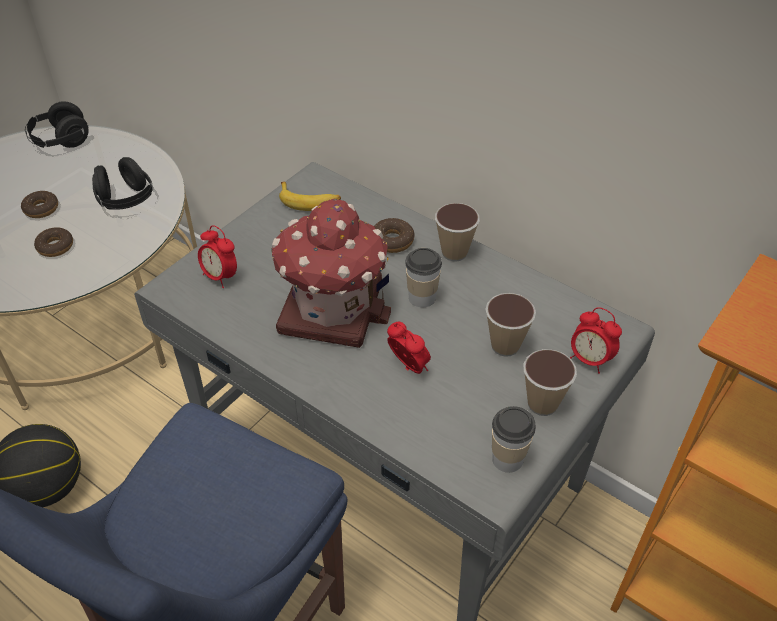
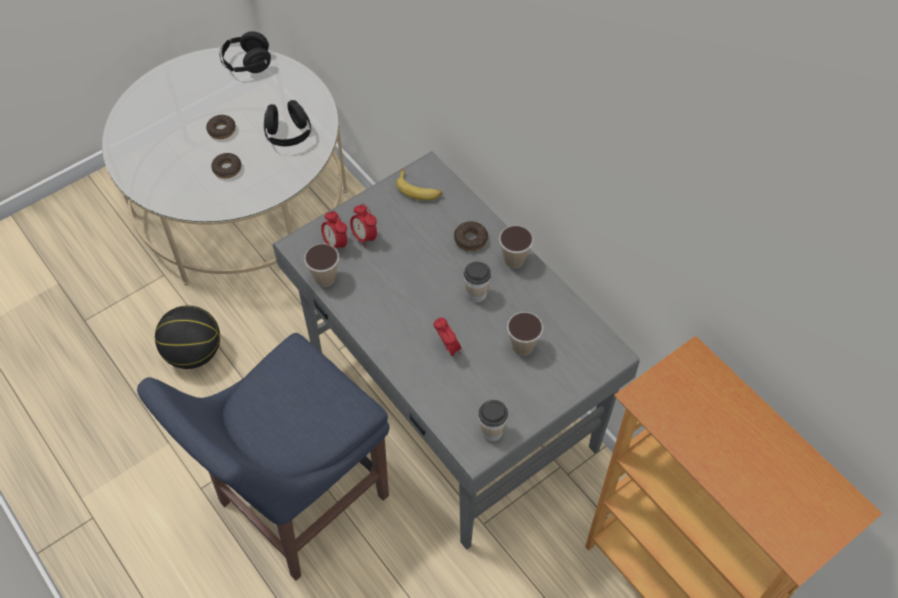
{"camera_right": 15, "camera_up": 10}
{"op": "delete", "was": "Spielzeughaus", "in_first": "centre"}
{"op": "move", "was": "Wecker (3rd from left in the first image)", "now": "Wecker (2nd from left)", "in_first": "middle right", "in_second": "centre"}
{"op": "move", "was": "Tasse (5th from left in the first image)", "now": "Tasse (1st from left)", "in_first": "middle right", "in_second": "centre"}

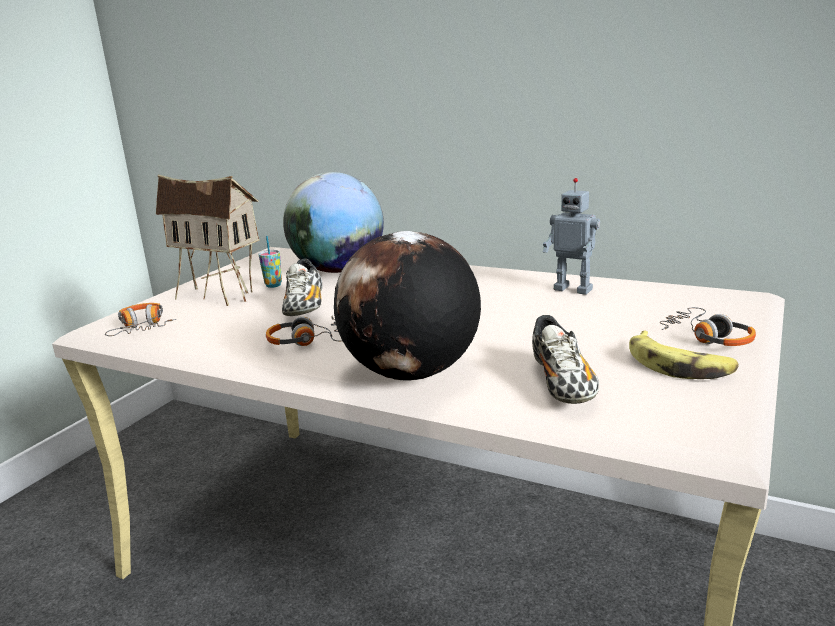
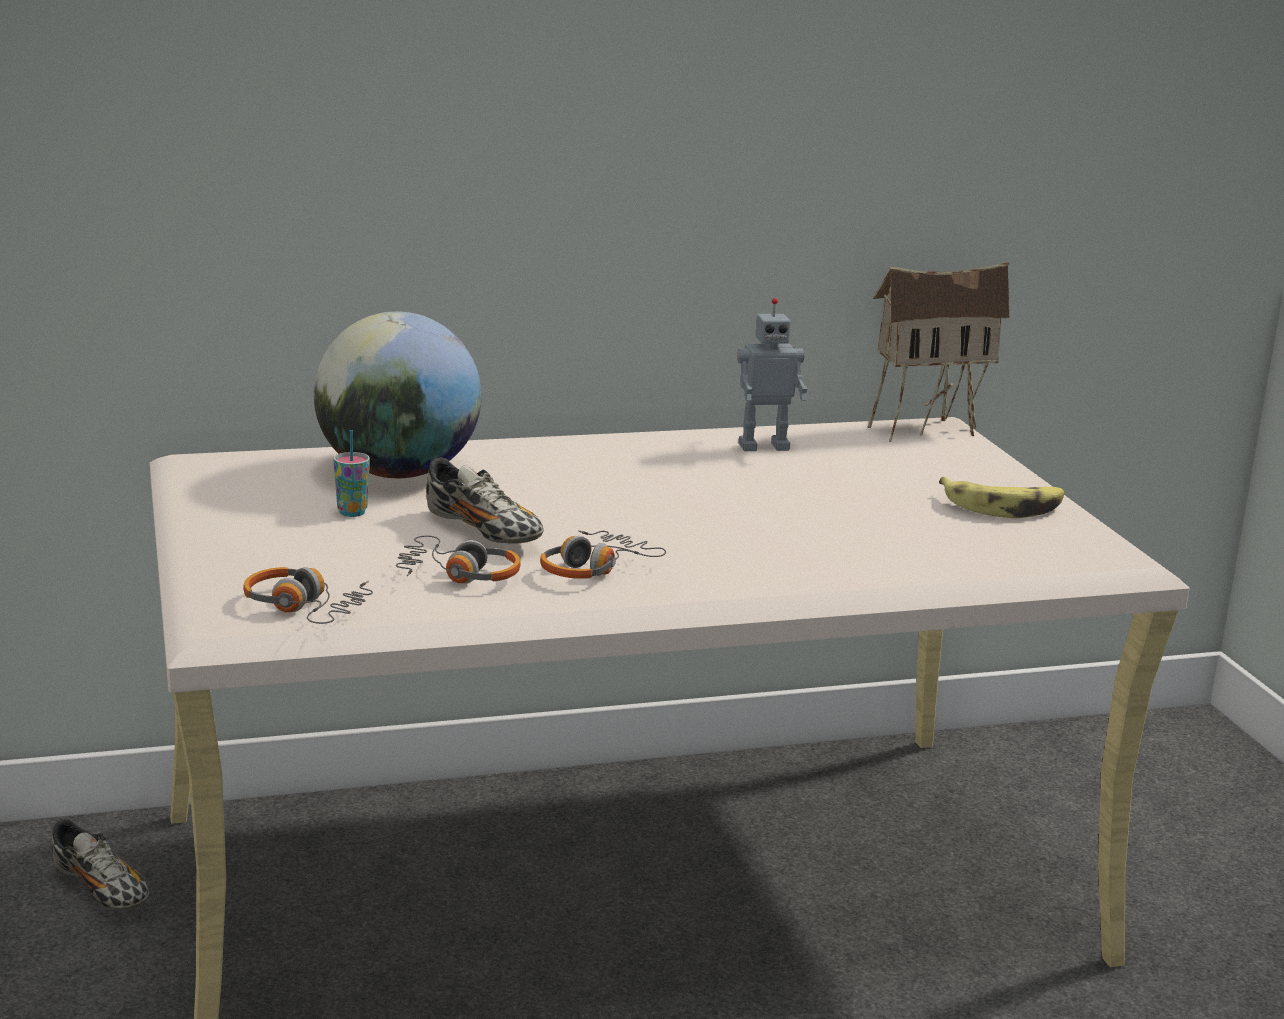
{"camera_right": -45, "camera_up": 0}
{"op": "move", "was": "Spielzeughaus", "in_first": "middle left", "in_second": "middle right"}
{"op": "delete", "was": "Globus (2nd from left)", "in_first": "centre"}
{"op": "move", "was": "Kopfhörer (3rd from left in the first image)", "now": "Kopfhörer (2nd from left)", "in_first": "middle right", "in_second": "centre"}
{"op": "move", "was": "Schuh (2nd from left in the first image)", "now": "Schuh (1st from left)", "in_first": "middle right", "in_second": "bottom left"}

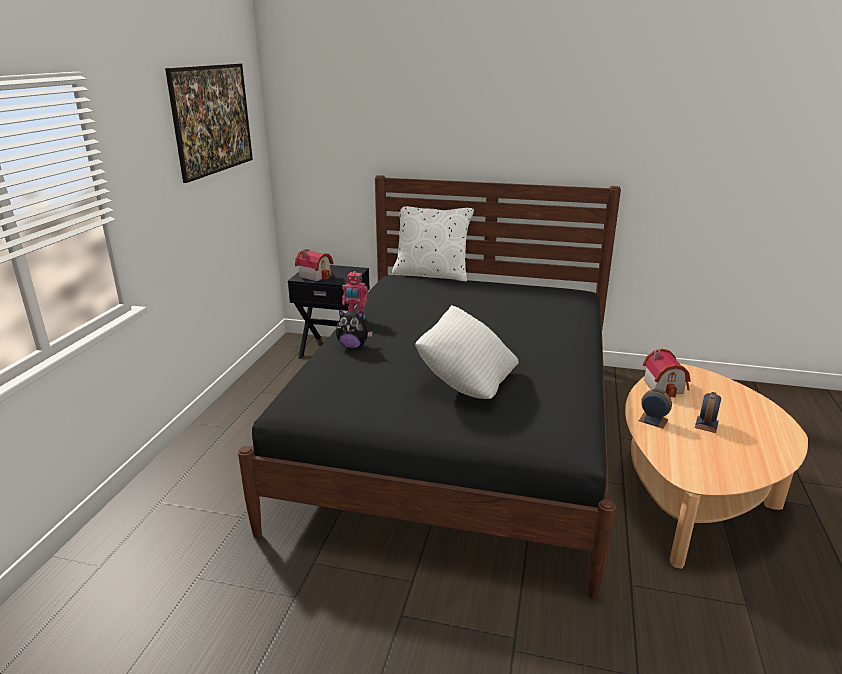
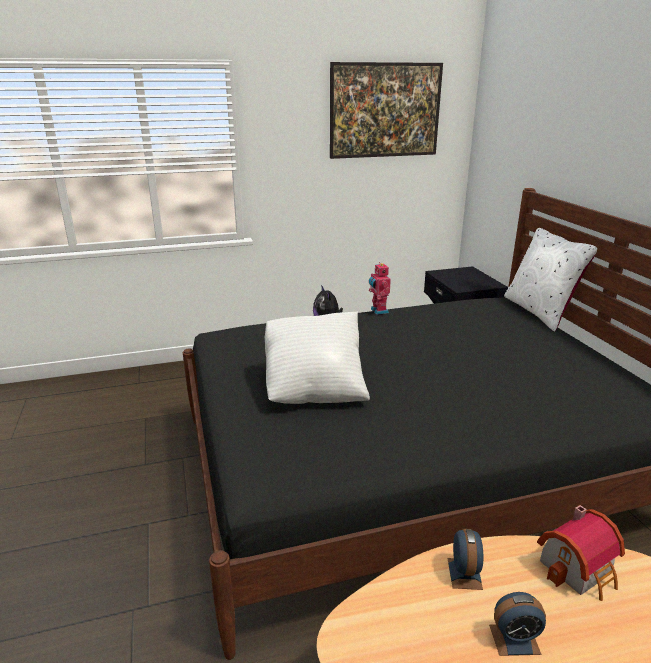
{"camera_right": 60, "camera_up": 0}
{"op": "delete", "was": "Spielzeughaus (1st from left)", "in_first": "centre"}

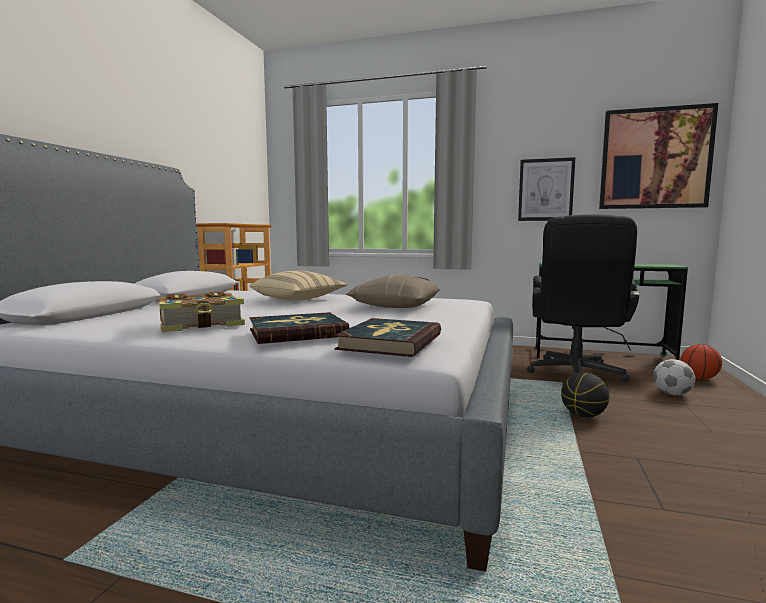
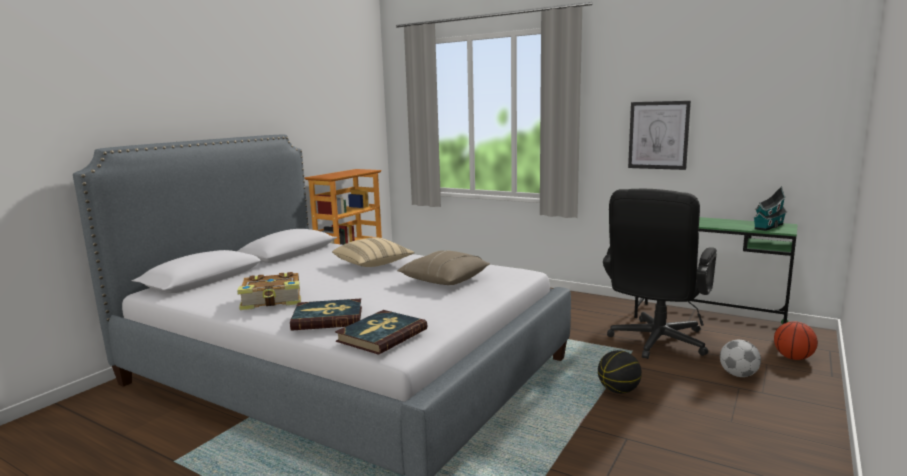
{"camera_right": 15, "camera_up": 5}
{"op": "delete", "was": "Bild (2nd from left)", "in_first": "top right"}
{"op": "insert", "now": "Spielzeughaus", "in_second": "middle right"}

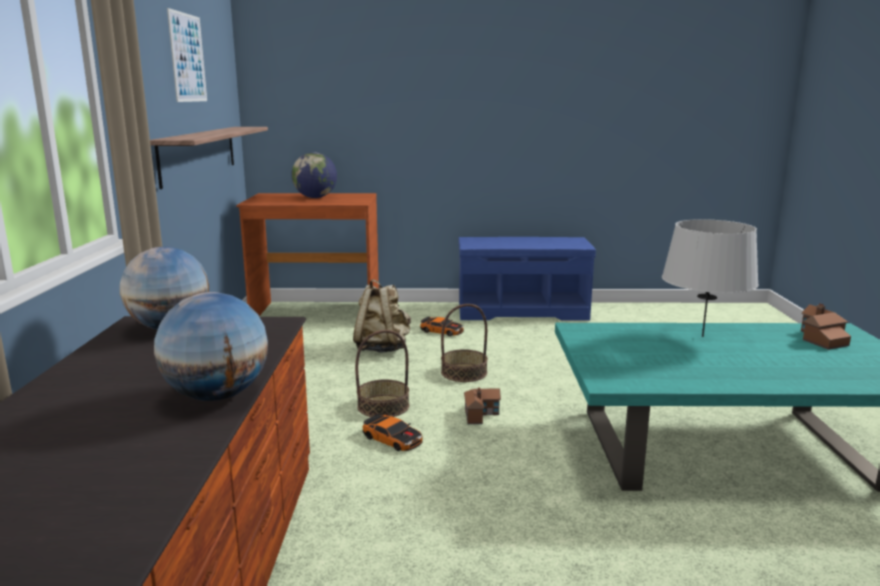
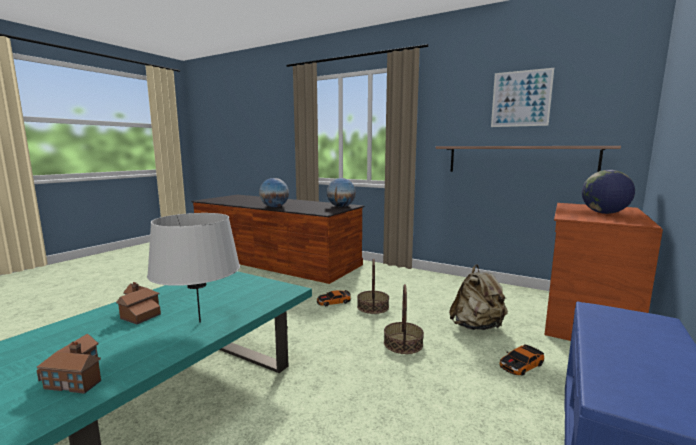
{"camera_right": 120, "camera_up": -5}
{"op": "move", "was": "Spielzeughaus (1st from left in the first image)", "now": "Spielzeughaus (2nd from left)", "in_first": "bottom centre", "in_second": "bottom left"}

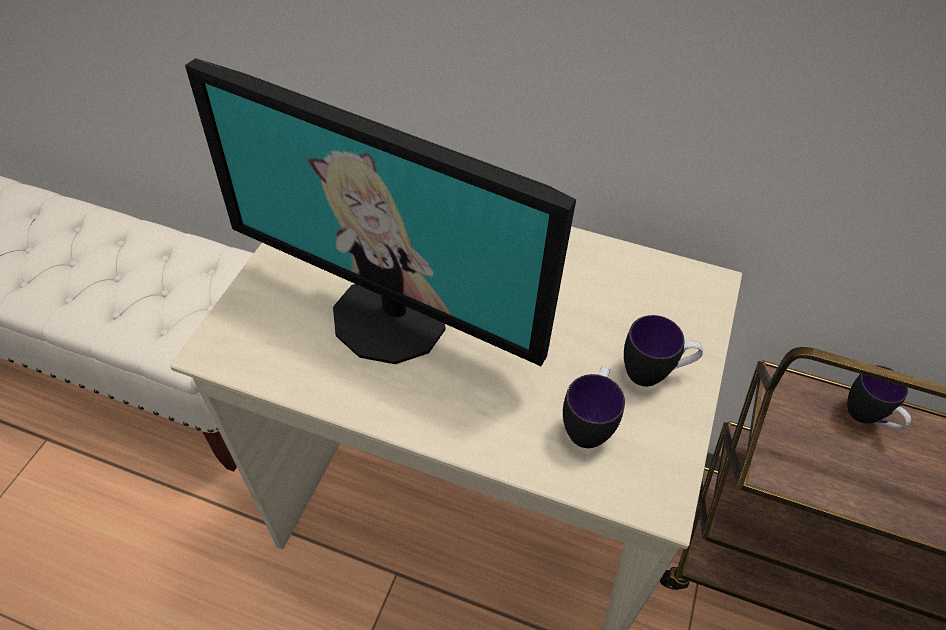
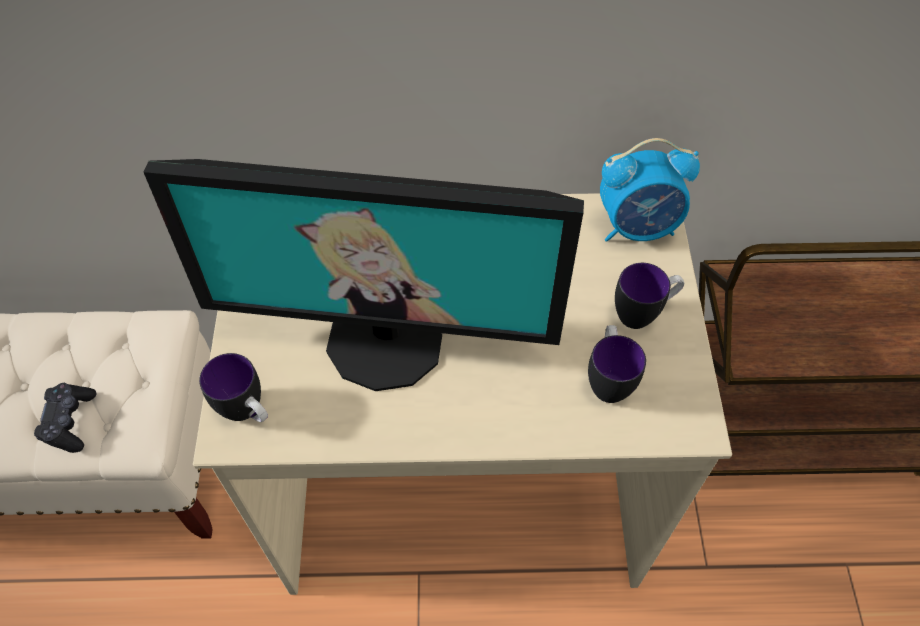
{"camera_right": -20, "camera_up": 5}
{"op": "move", "was": "Henkelbecher (3rd from left in the first image)", "now": "Henkelbecher (1st from left)", "in_first": "middle right", "in_second": "middle left"}
{"op": "insert", "now": "Wecker", "in_second": "top right"}
{"op": "insert", "now": "Gamepad [schwarz]", "in_second": "bottom left"}

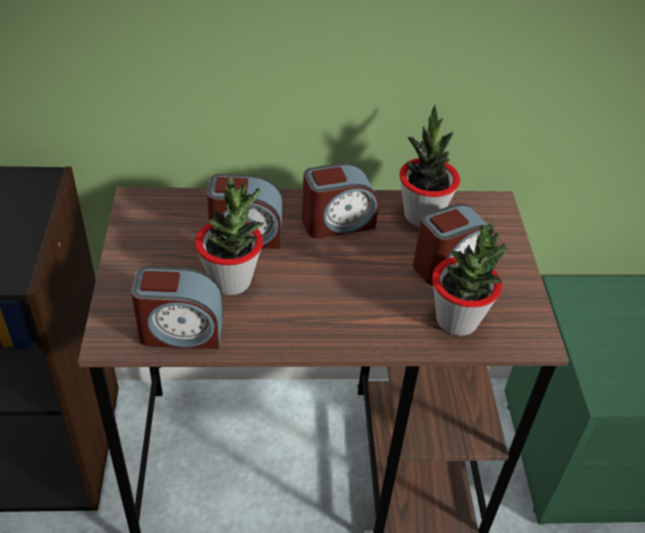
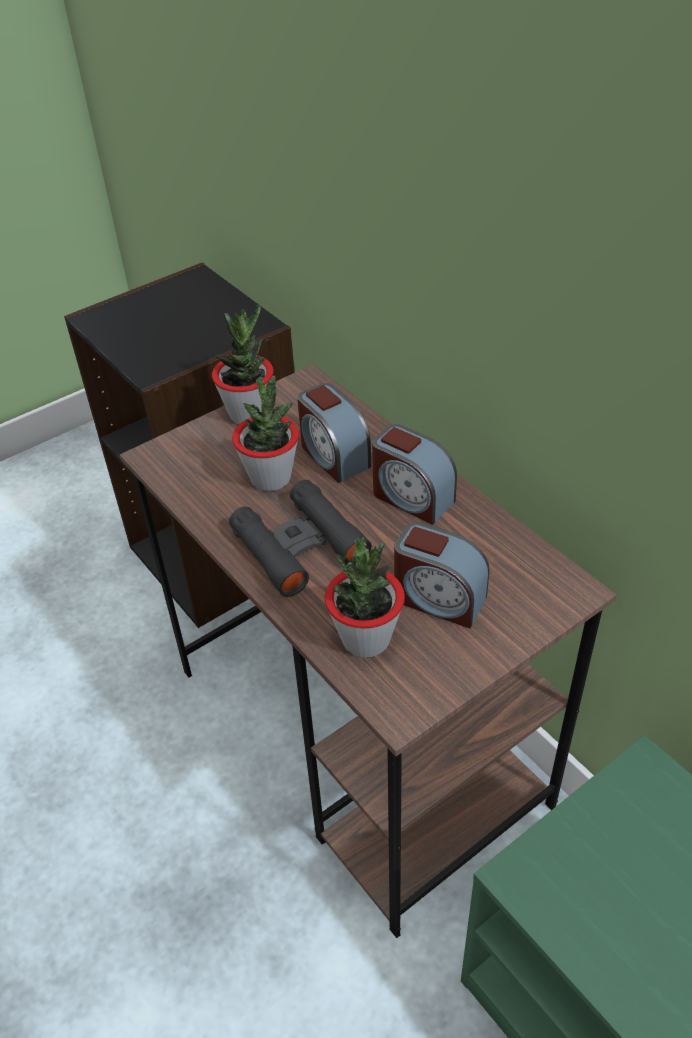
{"camera_right": 60, "camera_up": 0}
{"op": "move", "was": "Topfpflanze (2nd from left in the first image)", "now": "Topfpflanze (1st from left)", "in_first": "top centre", "in_second": "centre"}
{"op": "delete", "was": "Wecker (1st from left)", "in_first": "middle left"}
{"op": "insert", "now": "Fernglas [schwarz]", "in_second": "centre"}

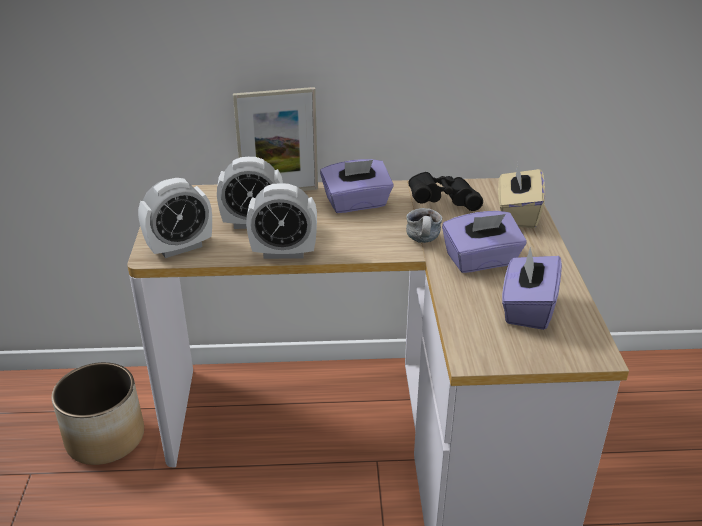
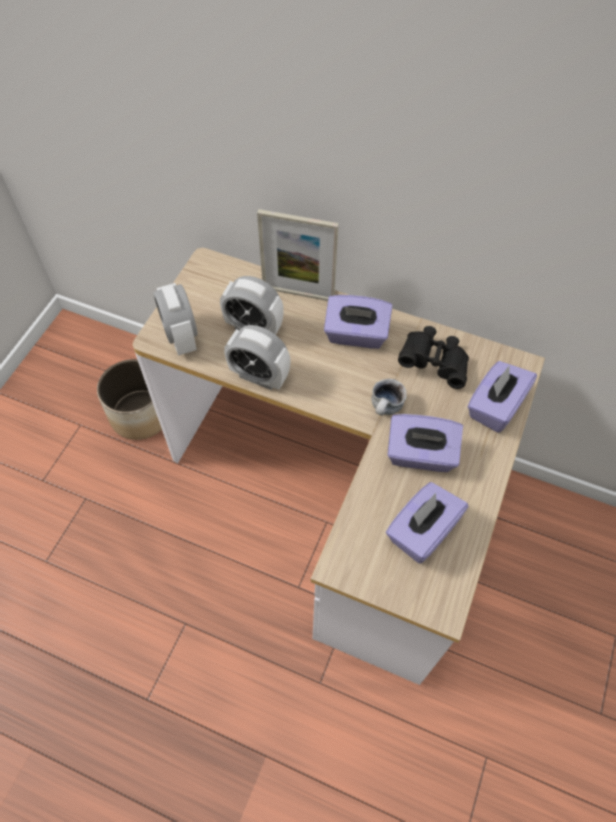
{"camera_right": 25, "camera_up": 25}
{"op": "recolor", "was": "Taschentuchbox [beige]", "now": "Taschentuchbox [lila] (4th from left)", "in_first": "middle right", "in_second": "middle right"}
{"op": "rotate", "was": "Wecker (1st from left)", "in_first": "middle left", "in_second": "middle left", "clockwise": 75}

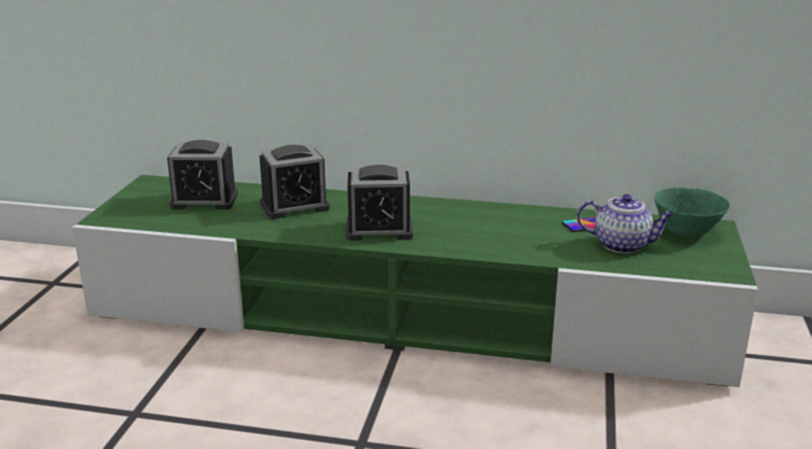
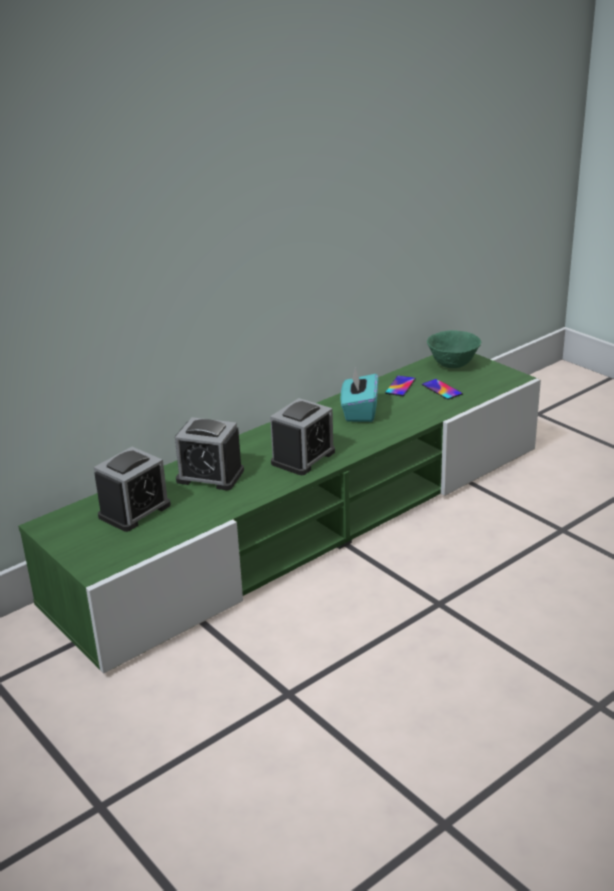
{"camera_right": -50, "camera_up": 5}
{"op": "rotate", "was": "Wecker (2nd from left)", "in_first": "centre", "in_second": "centre", "clockwise": 90}
{"op": "replace", "was": "Teekanne", "now": "Handy (2nd from left)", "in_first": "middle right", "in_second": "middle right"}
{"op": "insert", "now": "Taschentuchbox [türkis]", "in_second": "centre"}

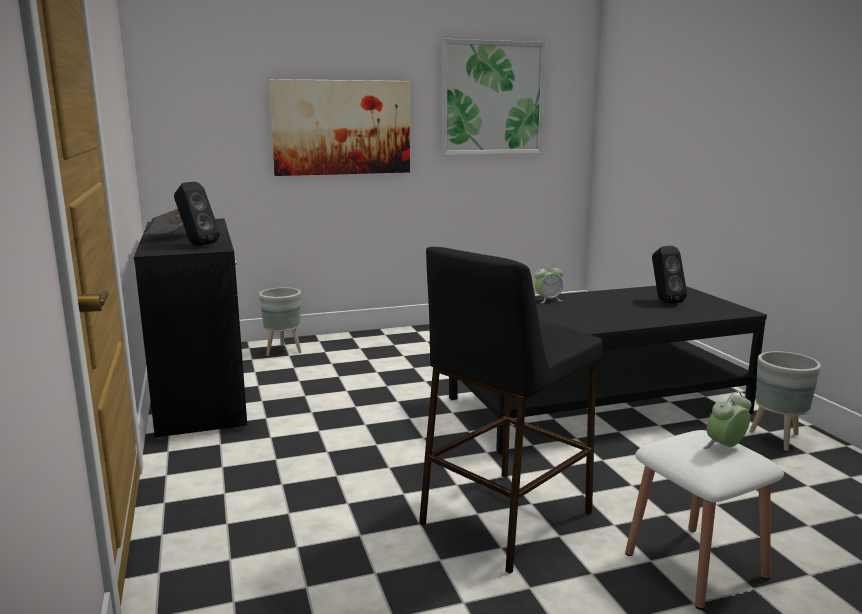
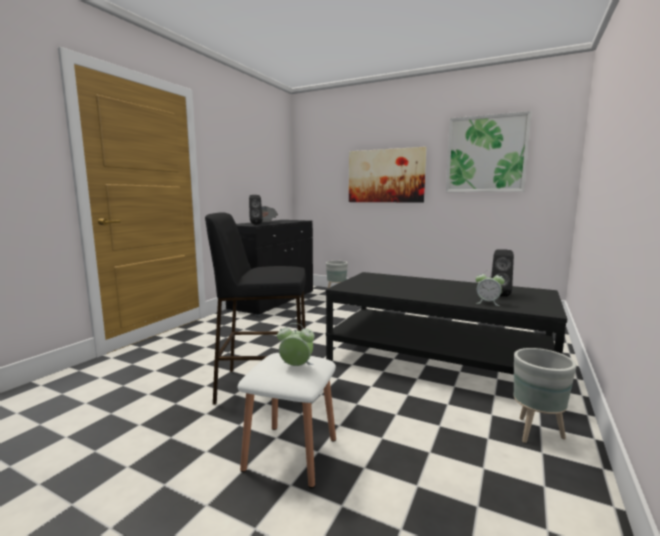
{"camera_right": 45, "camera_up": -5}
{"op": "move", "was": "Wecker (1st from left in the first image)", "now": "Wecker (2nd from left)", "in_first": "centre", "in_second": "middle right"}

